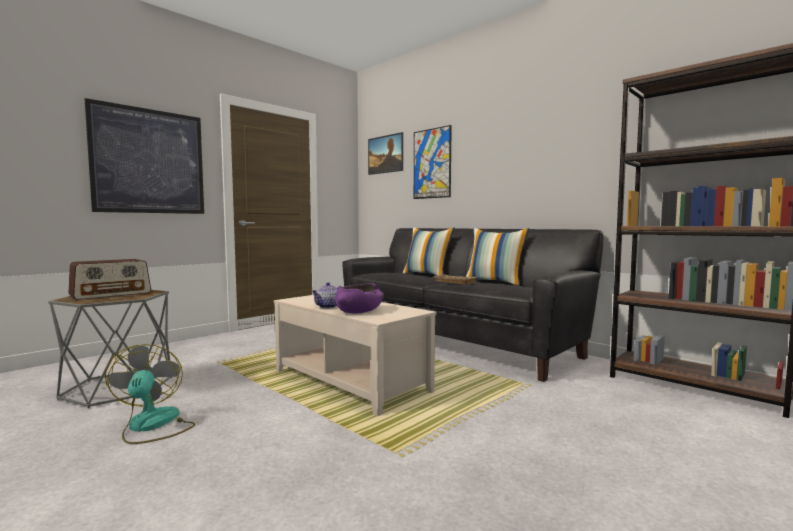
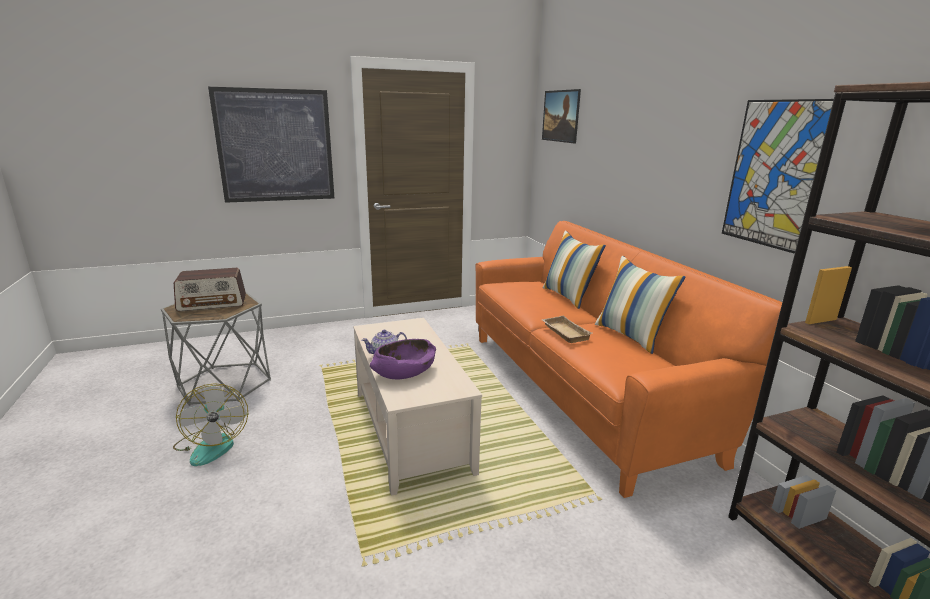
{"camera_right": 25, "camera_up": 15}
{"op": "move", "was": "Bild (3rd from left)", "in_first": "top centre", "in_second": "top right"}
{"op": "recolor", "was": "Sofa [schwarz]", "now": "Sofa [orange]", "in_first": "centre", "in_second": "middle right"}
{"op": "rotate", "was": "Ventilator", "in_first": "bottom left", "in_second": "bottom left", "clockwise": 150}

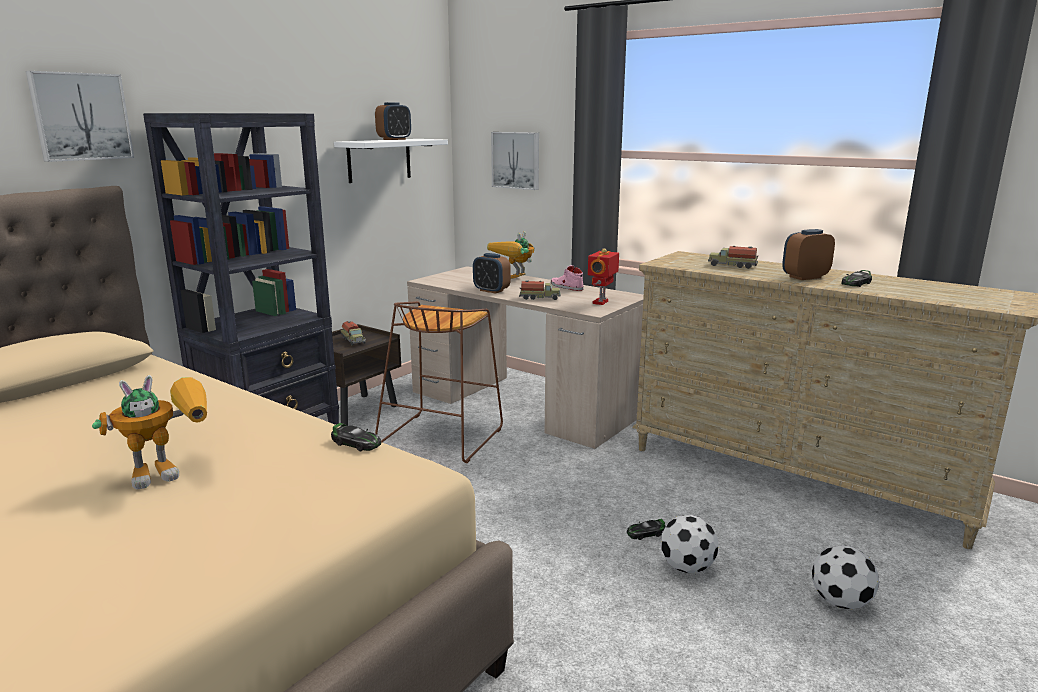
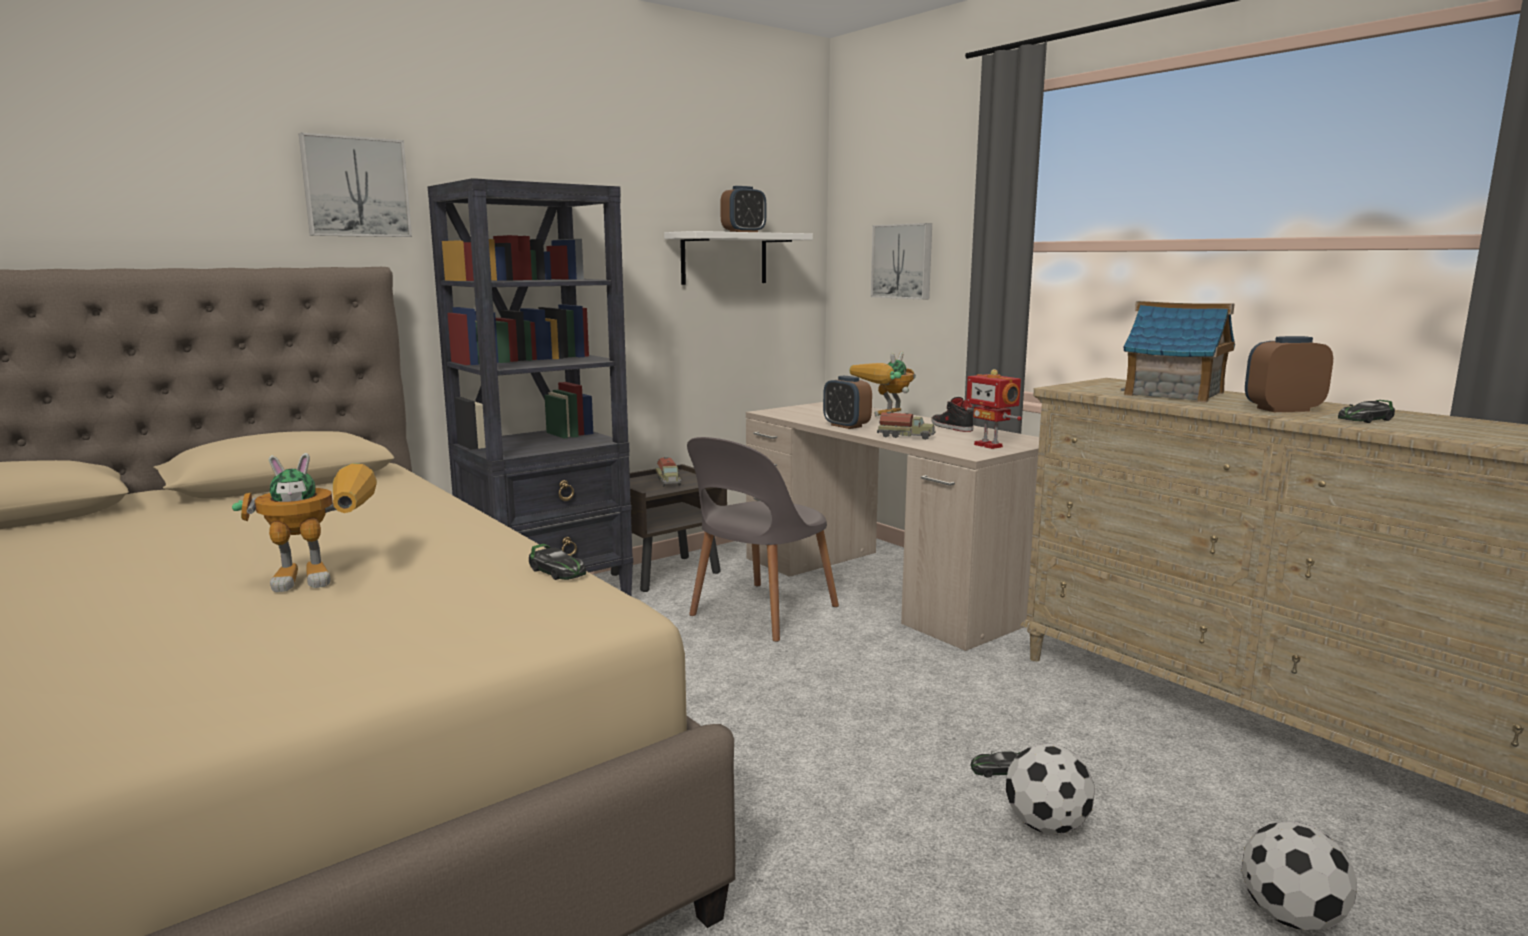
{"camera_right": 15, "camera_up": -5}
{"op": "replace", "was": "Spielzeuglaster (3rd from left)", "now": "Spielzeughaus", "in_first": "middle right", "in_second": "middle right"}
{"op": "rotate", "was": "Spielzeugroboter (3rd from left)", "in_first": "centre", "in_second": "centre", "clockwise": -75}
{"op": "recolor", "was": "Schuh [rosa]", "now": "Schuh [schwarz]", "in_first": "centre", "in_second": "centre"}
{"op": "replace", "was": "Hocker [braun]", "now": "Stuhl [grau]", "in_first": "centre", "in_second": "centre"}

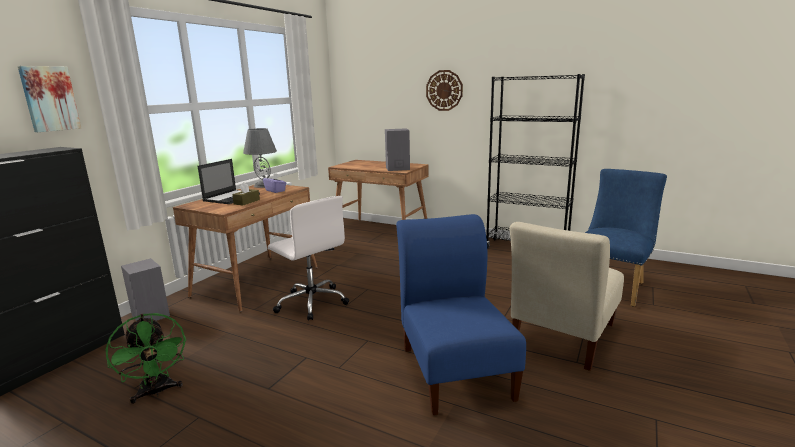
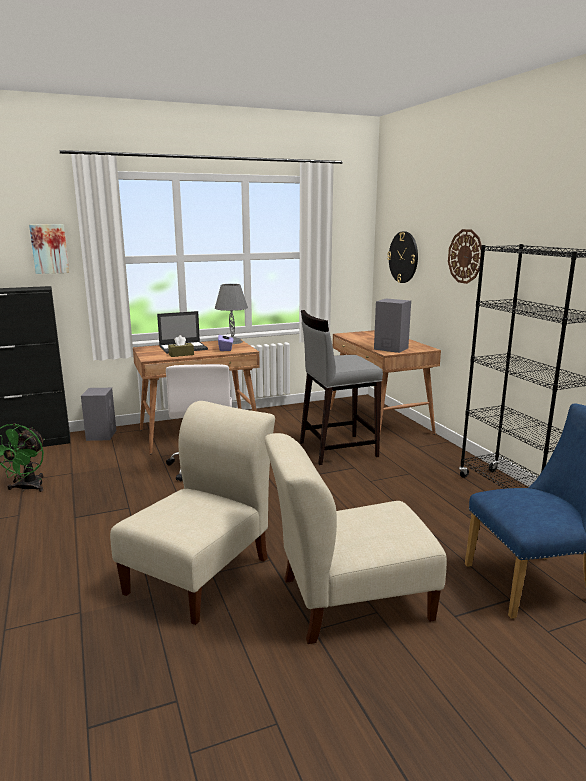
{"camera_right": 40, "camera_up": 0}
{"op": "recolor", "was": "Stuhl [blau] (1st from left)", "now": "Stuhl [beige] (1st from left)", "in_first": "bottom centre", "in_second": "middle left"}
{"op": "insert", "now": "Wanduhr (1st from left)", "in_second": "top right"}
{"op": "insert", "now": "Hocker [grau]", "in_second": "centre"}

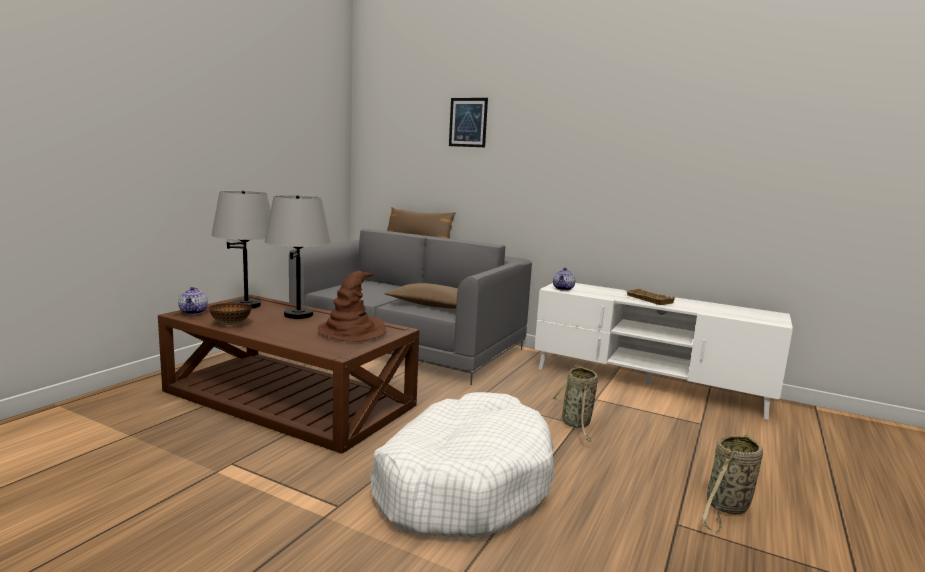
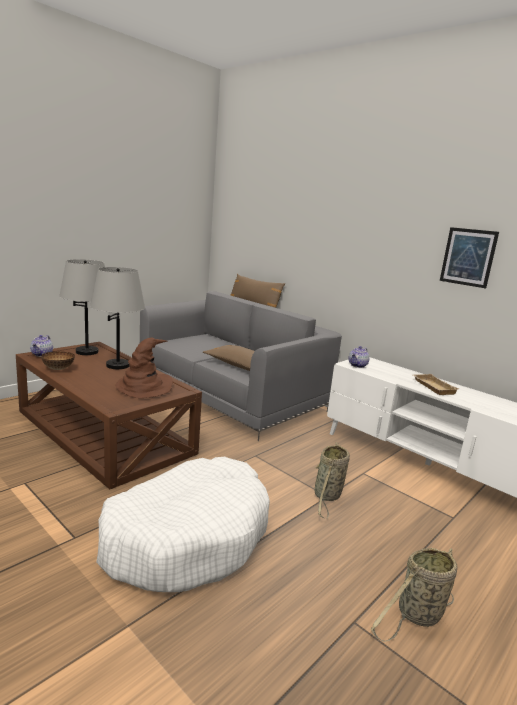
{"camera_right": 15, "camera_up": 5}
{"op": "move", "was": "Bild", "in_first": "top centre", "in_second": "middle right"}

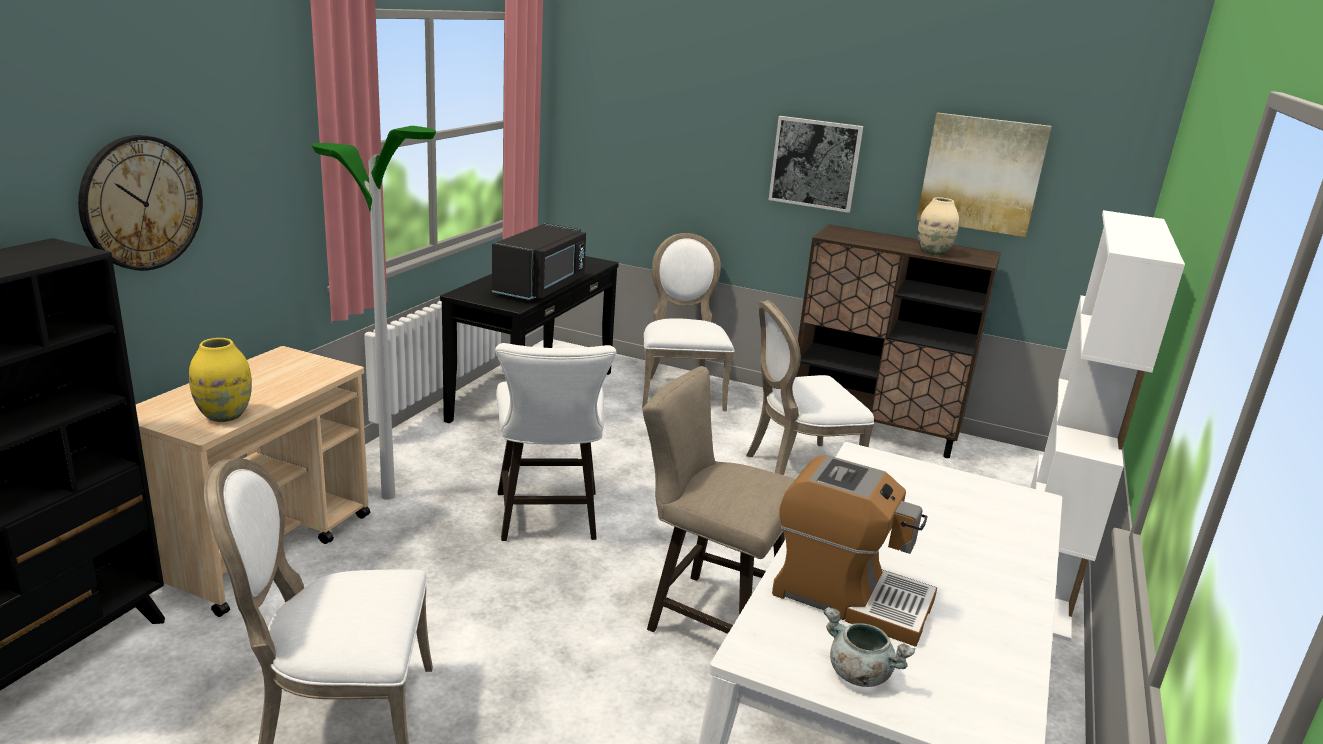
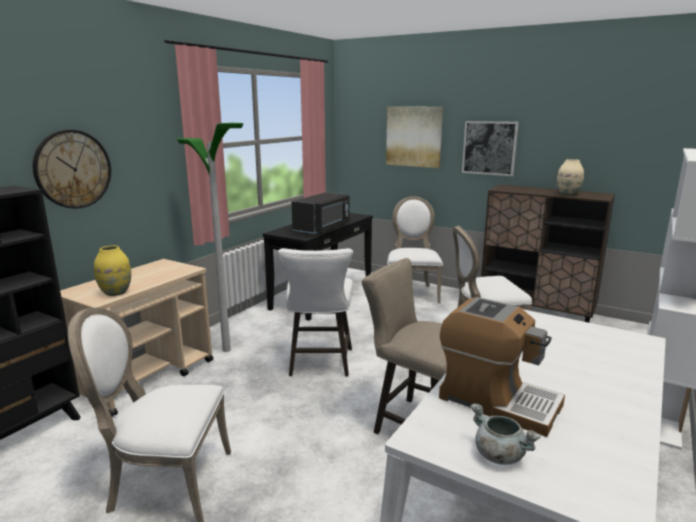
{"camera_right": 10, "camera_up": -5}
{"op": "move", "was": "Bild (2nd from left in the first image)", "now": "Bild (1st from left)", "in_first": "top right", "in_second": "top centre"}

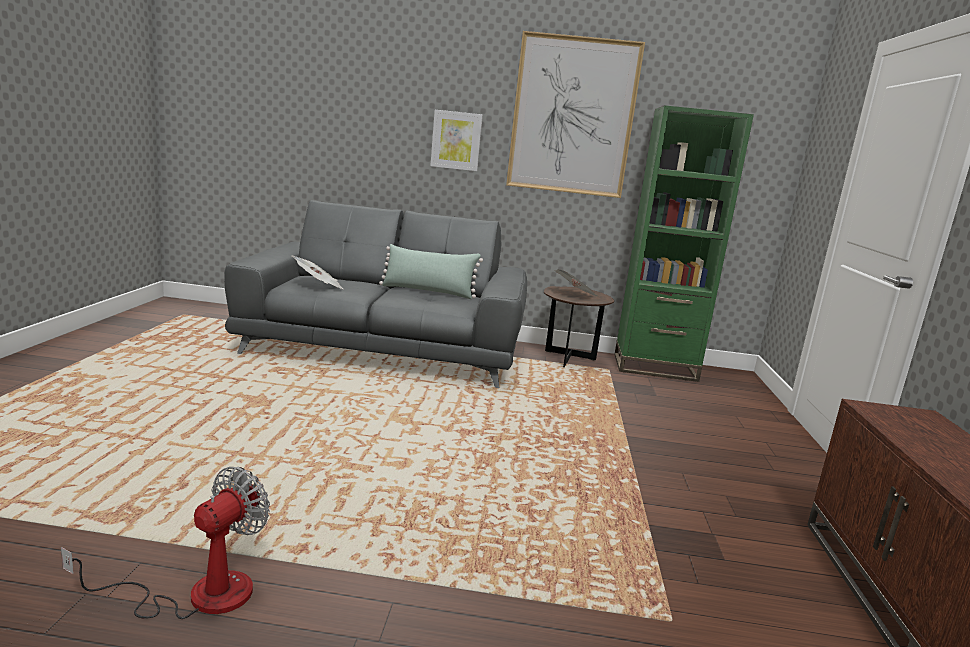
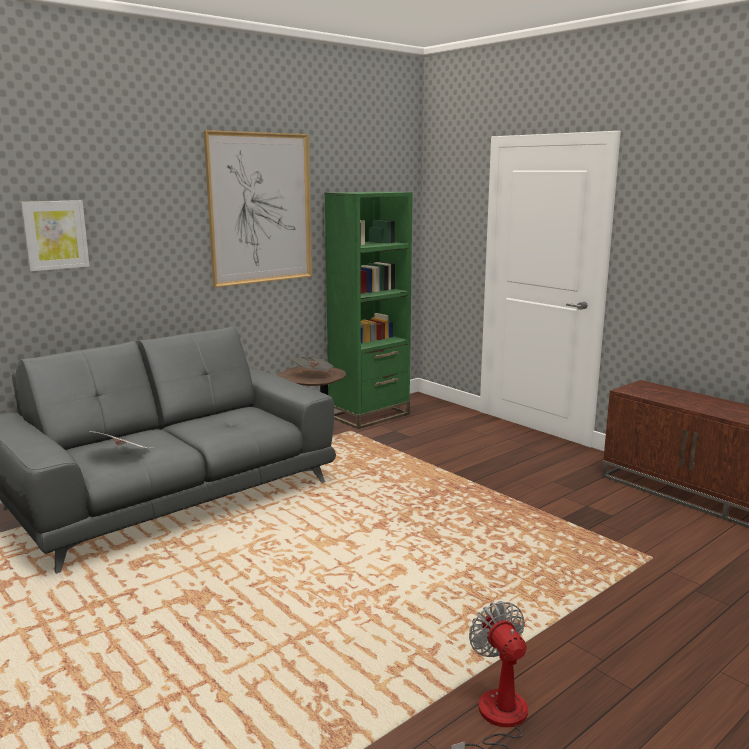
{"camera_right": -45, "camera_up": 0}
{"op": "move", "was": "Bild (1st from left)", "in_first": "top centre", "in_second": "top left"}
{"op": "delete", "was": "Kissen [grün]", "in_first": "centre"}

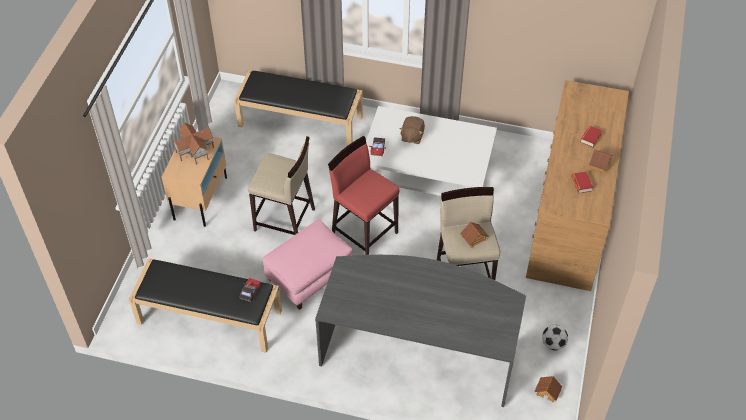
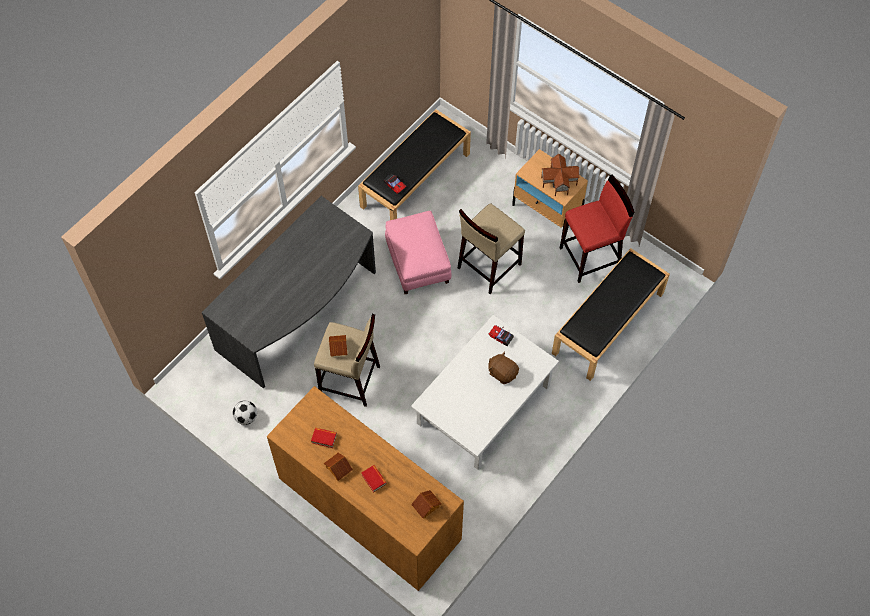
{"camera_right": 115, "camera_up": 10}
{"op": "move", "was": "Hocker [rot]", "in_first": "centre", "in_second": "middle right"}
{"op": "move", "was": "Spielzeughaus (3rd from left)", "in_first": "bottom right", "in_second": "bottom centre"}

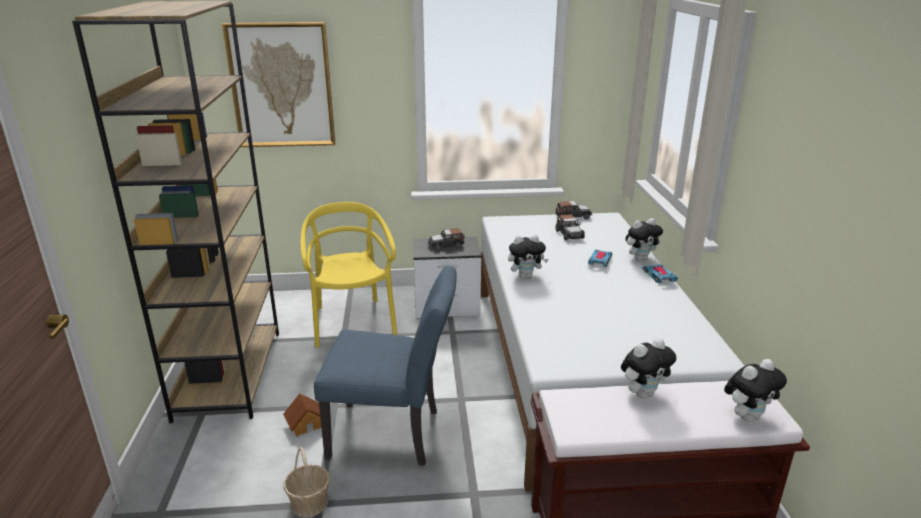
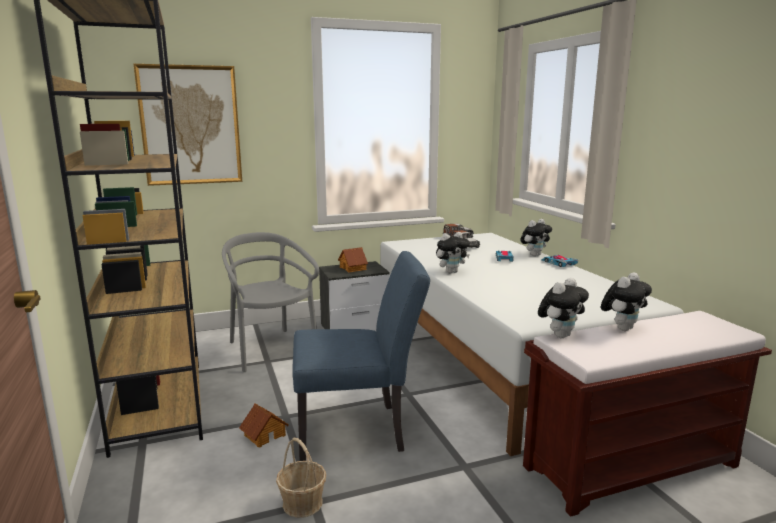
{"camera_right": -15, "camera_up": -10}
{"op": "recolor", "was": "Stuhl [gelb]", "now": "Stuhl [grau]", "in_first": "centre", "in_second": "centre"}
{"op": "replace", "was": "Spielzeugauto (1st from left)", "now": "Spielzeughaus (2nd from left)", "in_first": "centre", "in_second": "centre"}
{"op": "move", "was": "Plüschtier (4th from left in the first image)", "now": "Plüschtier (3rd from left)", "in_first": "bottom right", "in_second": "middle right"}

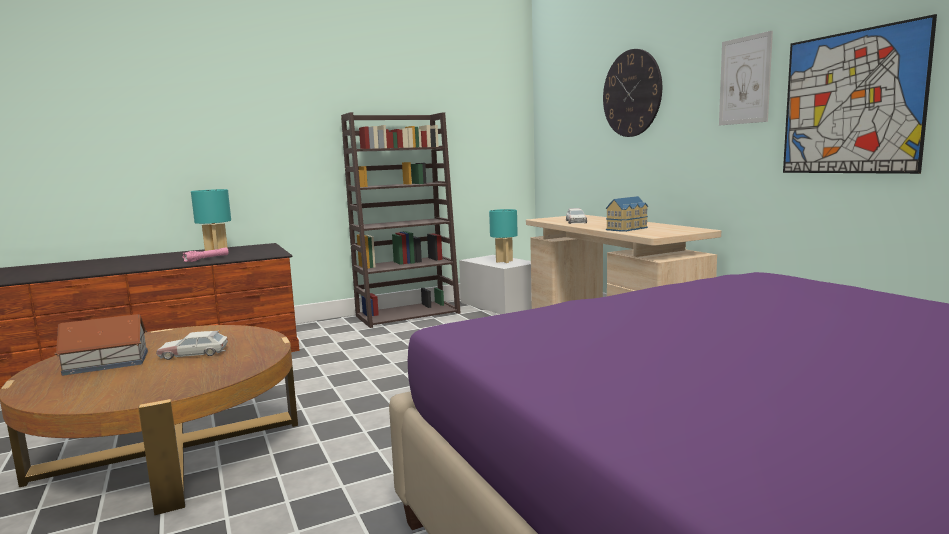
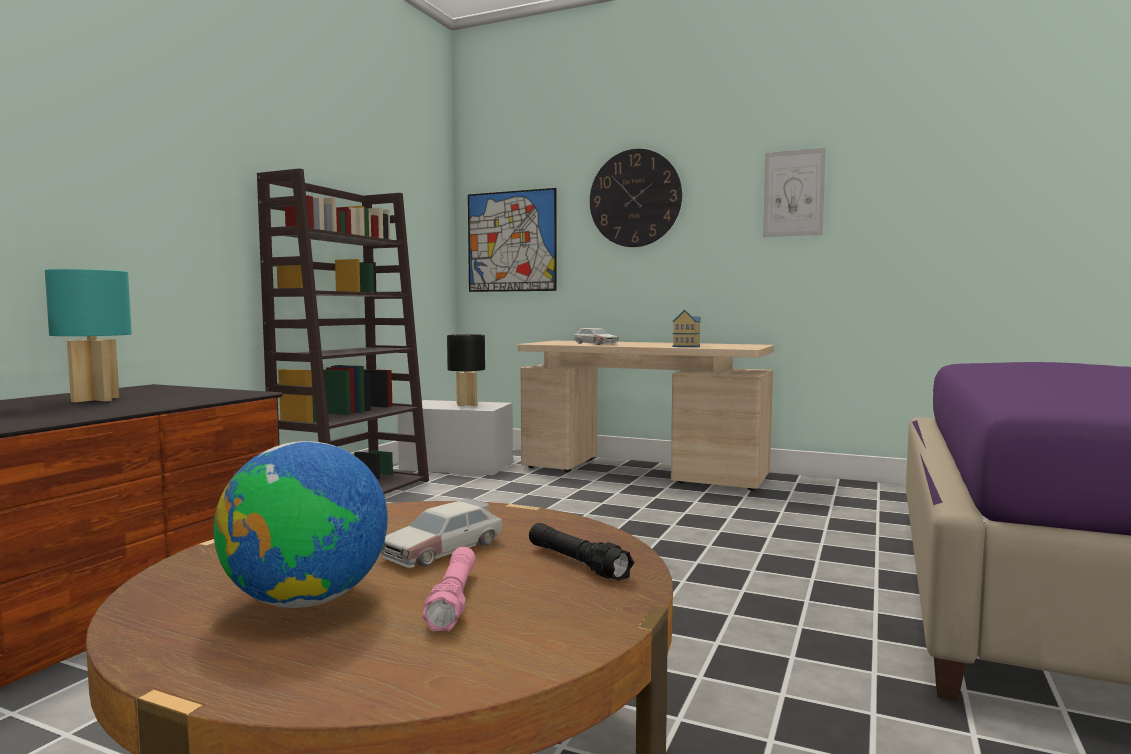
{"camera_right": -40, "camera_up": -5}
{"op": "move", "was": "Bild (2nd from left in the first image)", "now": "Bild (1st from left)", "in_first": "top right", "in_second": "top centre"}
{"op": "recolor", "was": "Tischlampe [türkis] (2nd from left)", "now": "Tischlampe [schwarz]", "in_first": "centre", "in_second": "centre"}
{"op": "move", "was": "Taschenlampe [rosa]", "in_first": "middle left", "in_second": "bottom centre"}
{"op": "replace", "was": "Spielzeughaus (1st from left)", "now": "Globus", "in_first": "middle left", "in_second": "bottom left"}
{"op": "insert", "now": "Taschenlampe [schwarz]", "in_second": "bottom centre"}

